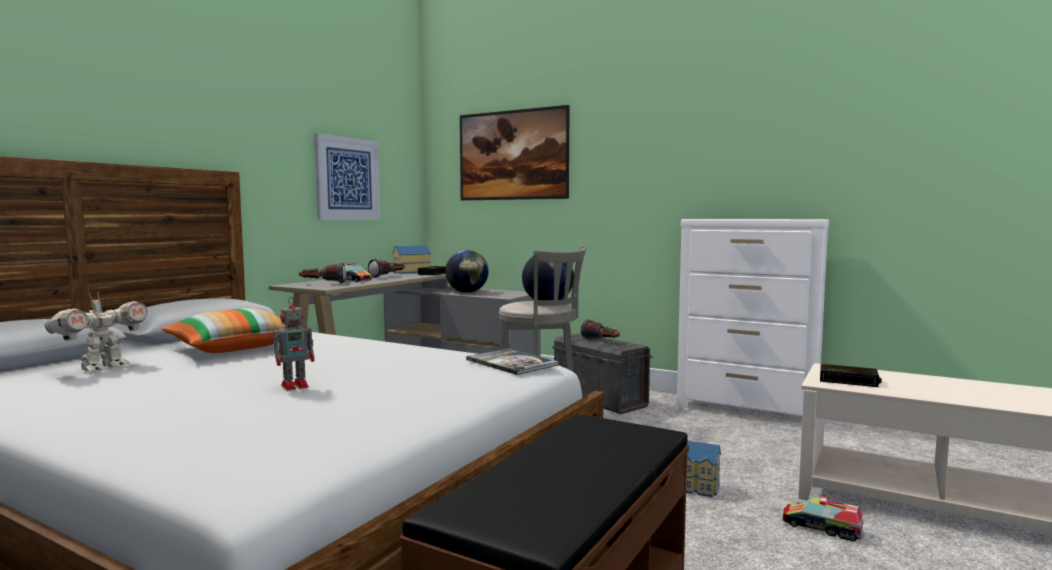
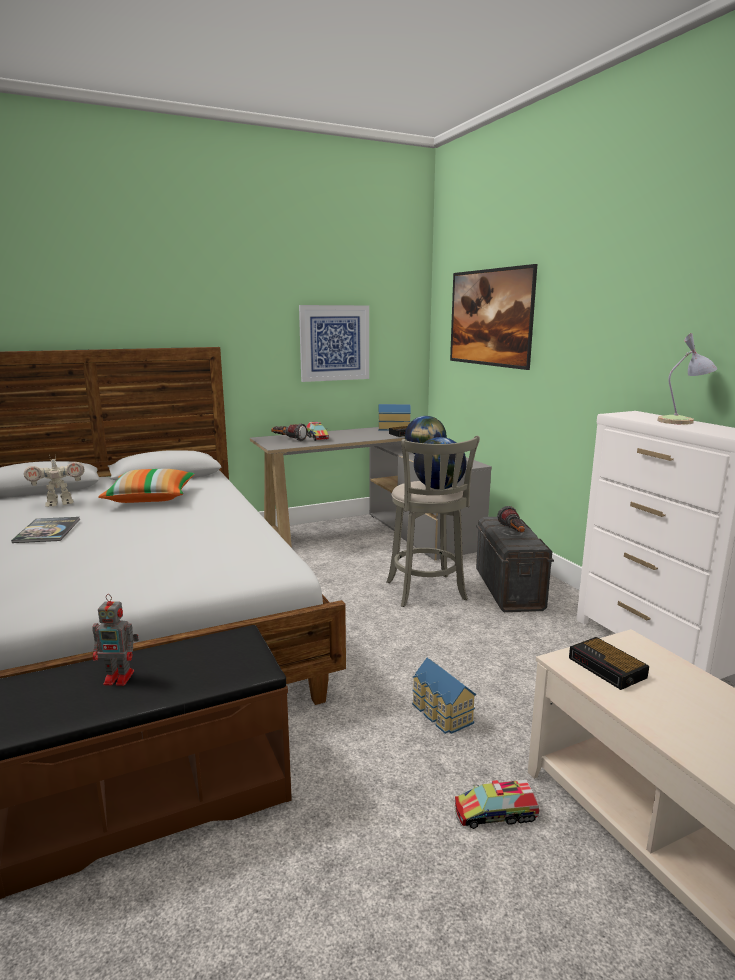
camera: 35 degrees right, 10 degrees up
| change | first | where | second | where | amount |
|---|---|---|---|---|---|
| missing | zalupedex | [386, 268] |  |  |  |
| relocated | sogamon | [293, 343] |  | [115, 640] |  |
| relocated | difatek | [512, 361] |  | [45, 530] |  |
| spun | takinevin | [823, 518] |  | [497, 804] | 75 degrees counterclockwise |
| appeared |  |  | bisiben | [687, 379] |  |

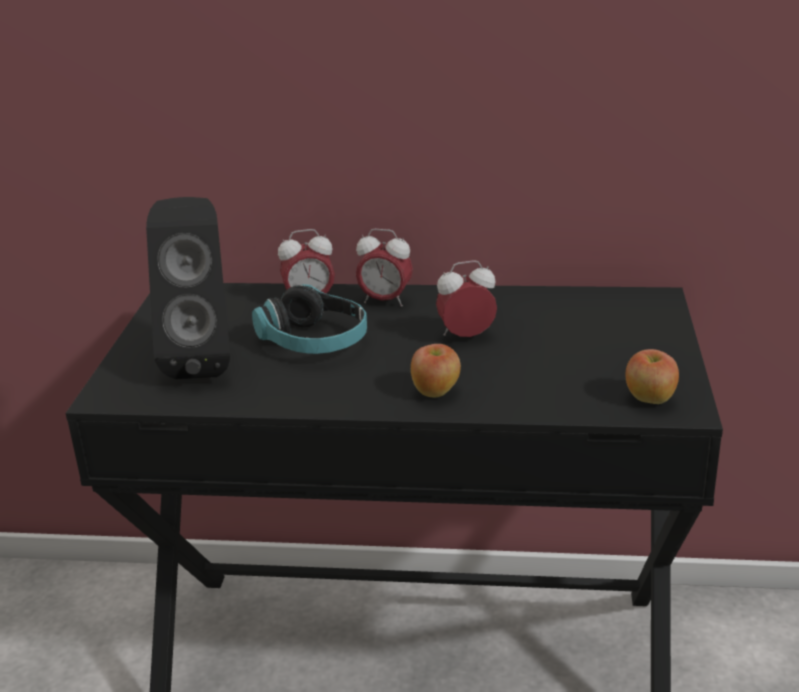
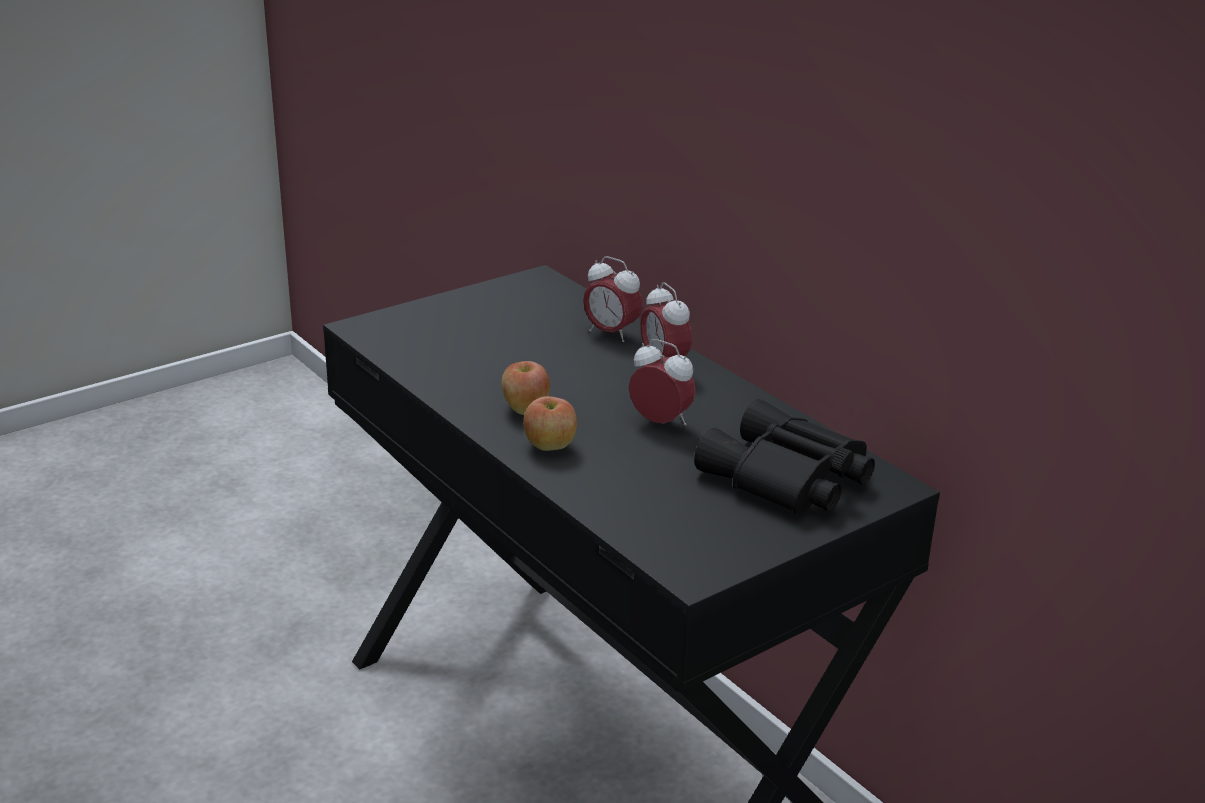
camera: 45 degrees right, 0 degrees up
| change | first | where | second | where | amount |
|---|---|---|---|---|---|
| missing | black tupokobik | [188, 288] |  |  |  |
| missing | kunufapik | [309, 319] |  |  |  |
| relocated | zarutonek | [652, 376] |  | [525, 388] |  |
| appeared |  |  | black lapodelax | [784, 457] |  |

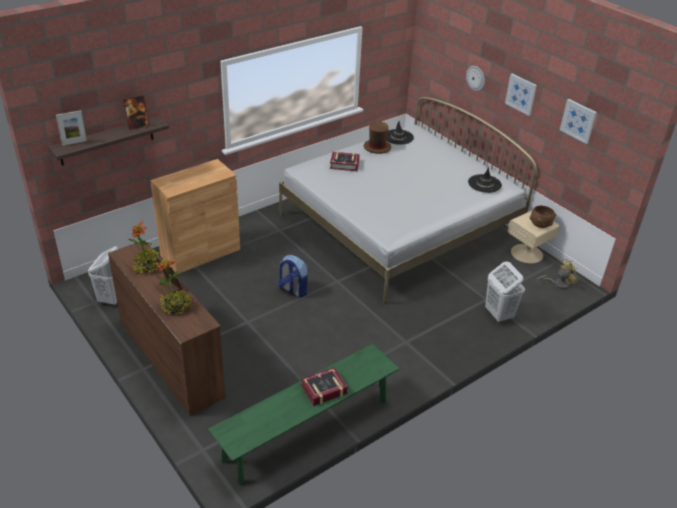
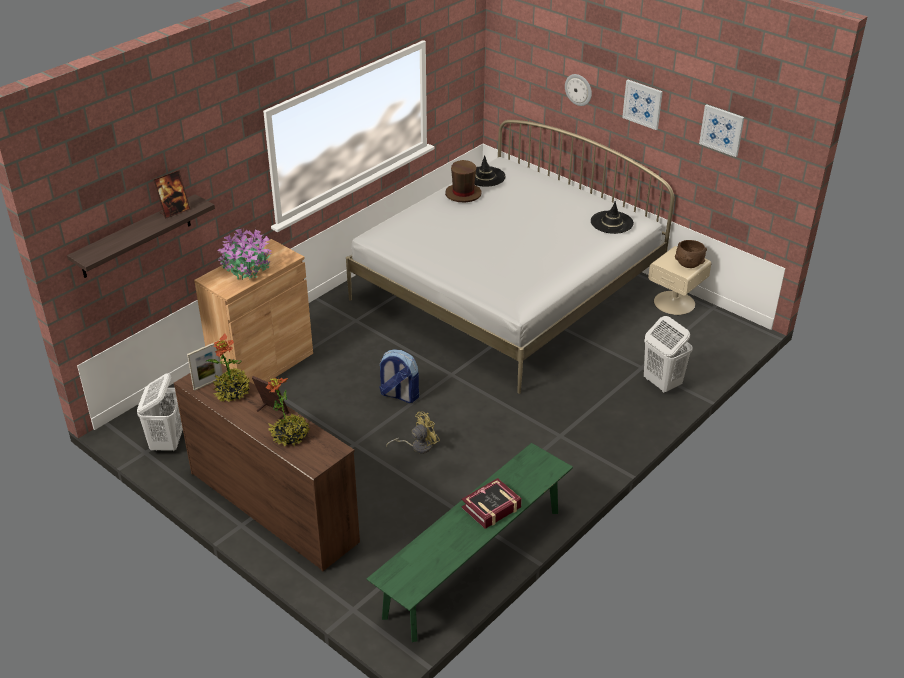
camera: 10 degrees left, 0 degrees up
| change | first | where | second | where | amount |
|---|---|---|---|---|---|
| relocated | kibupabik | [71, 128] |  | [205, 366] |  |
| missing | difatek | [345, 161] |  |  |  |
| relocated | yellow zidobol | [556, 274] |  | [413, 432] |  |
| appeared |  |  | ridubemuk | [245, 254] |  |

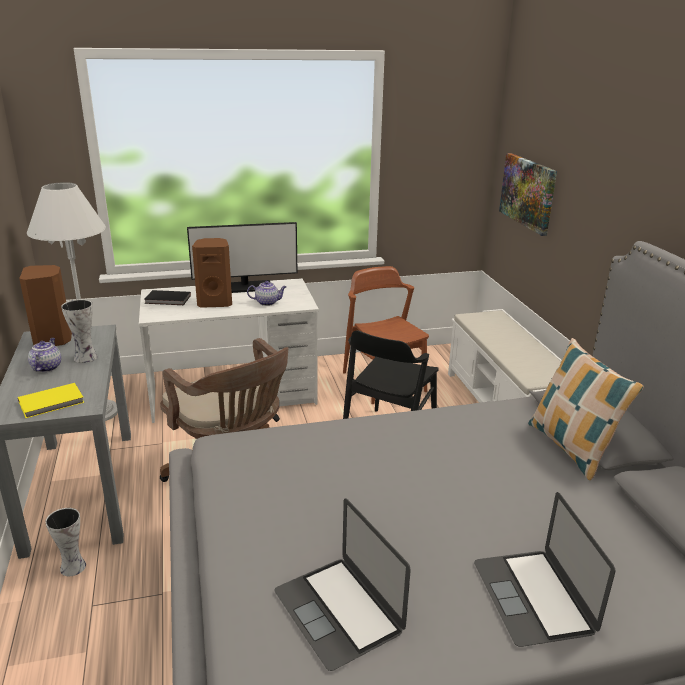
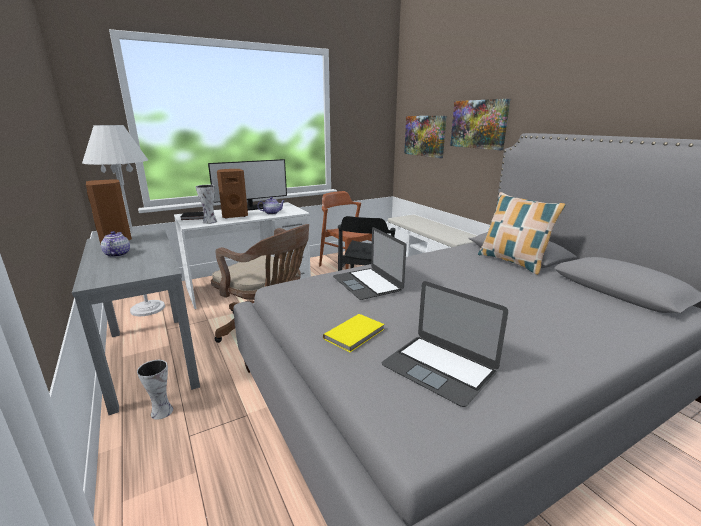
camera: 15 degrees left, 5 degrees down
| change | first | where | second | where | amount |
|---|---|---|---|---|---|
| relocated | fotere | [79, 331] |  | [206, 204] |  |
| relocated | yellow difatek | [51, 400] |  | [354, 333] |  |
| relocated | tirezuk | [544, 569] |  | [369, 263] |  |
| appeared |  |  | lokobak | [480, 124] |  |

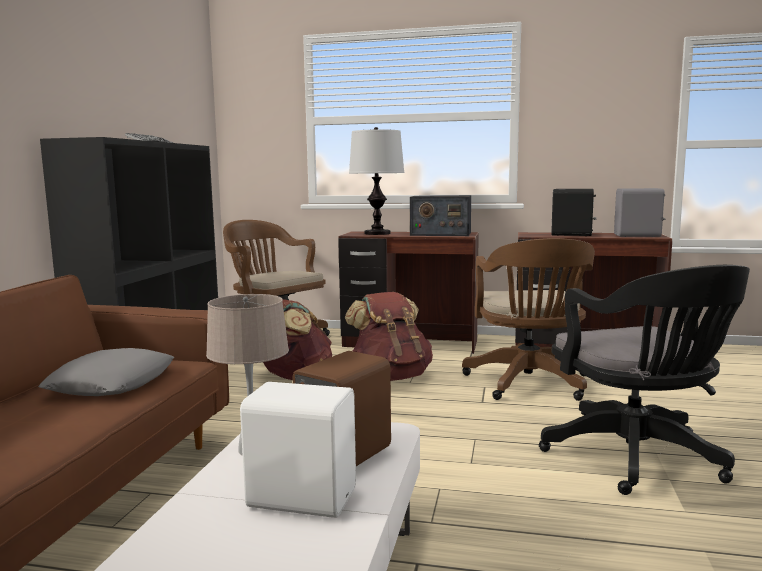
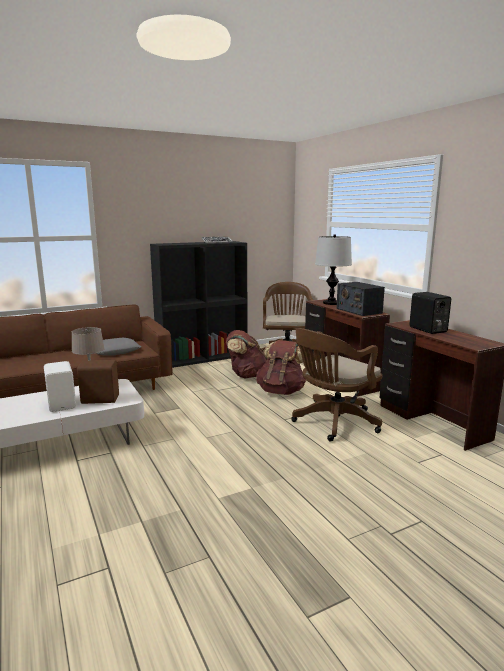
camera: 50 degrees right, 5 degrees up
| change | first | where | second | where | amount |
|---|---|---|---|---|---|
| missing | grey tupokobik | [639, 212] |  |  |  |
| missing | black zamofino | [644, 380] |  |  |  |

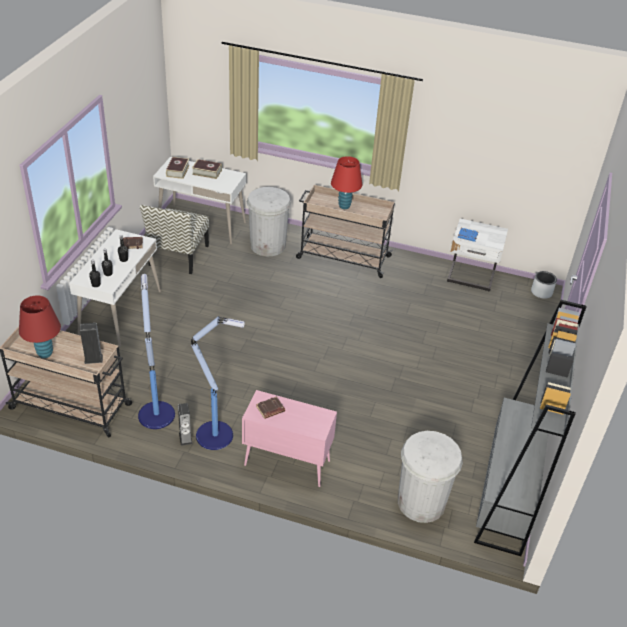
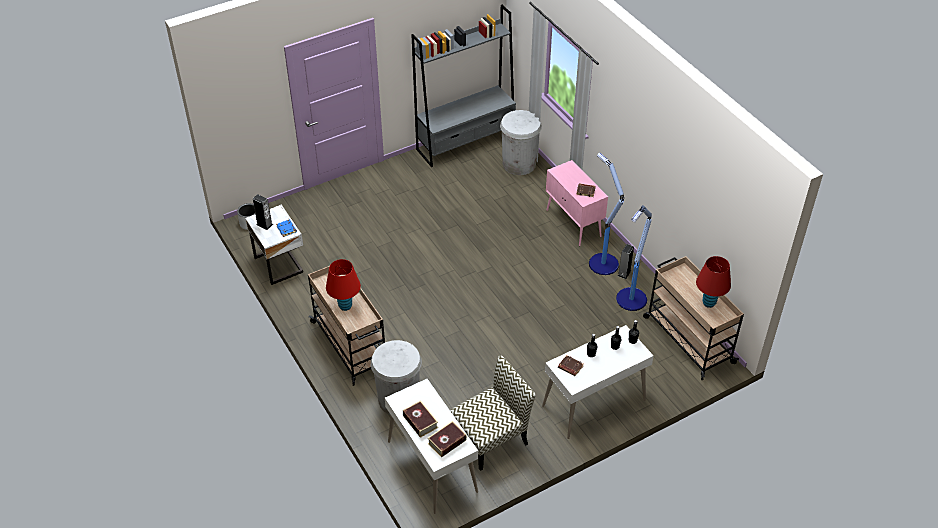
camera: 135 degrees left, 5 degrees up
| change | first | where | second | where | amount |
|---|---|---|---|---|---|
| relocated | tupokobik | [91, 343] |  | [263, 212] |  |

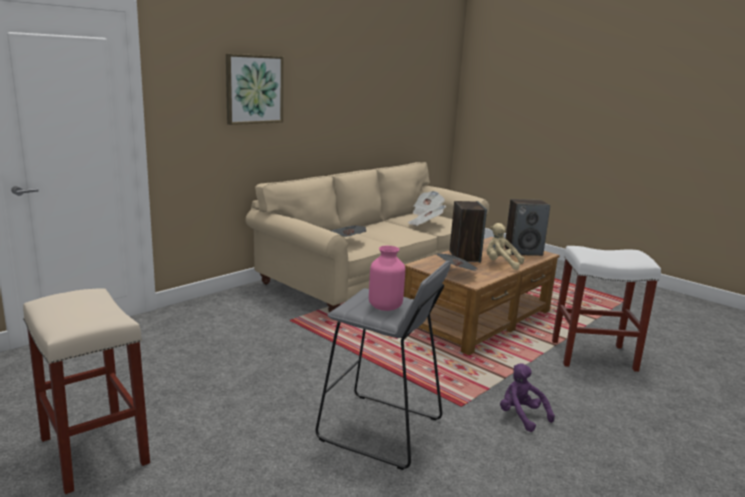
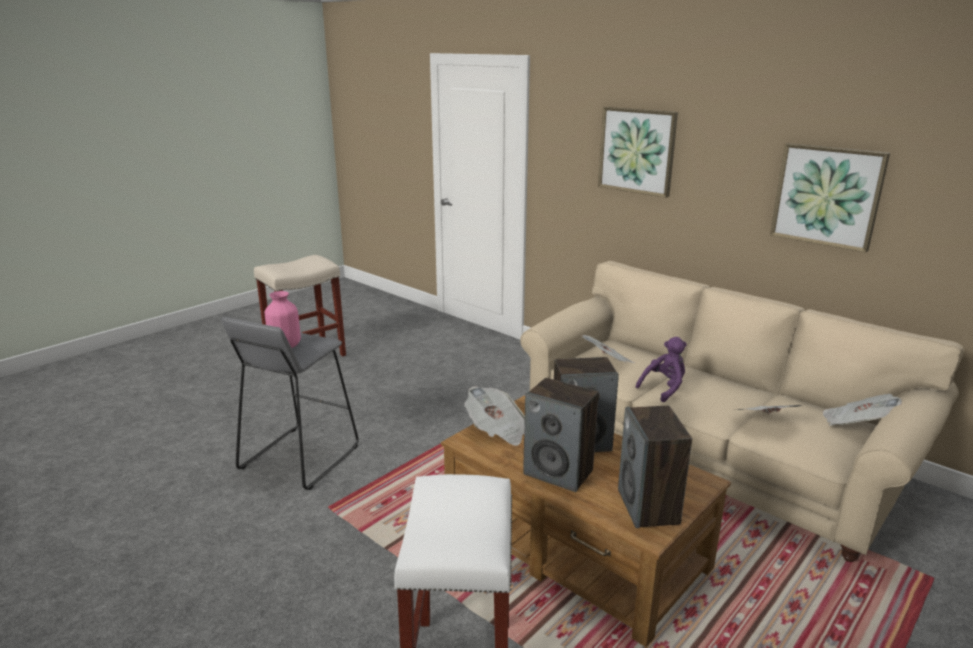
camera: 90 degrees right, 5 degrees up
| change | first | where | second | where | amount |
|---|---|---|---|---|---|
| exchanged | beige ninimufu | [505, 246] | tupokobik | [560, 435] |  |
| relocated | purple ninimufu | [527, 397] |  | [661, 369] |  |
| appeared |  |  | lokobak | [830, 198] |  |

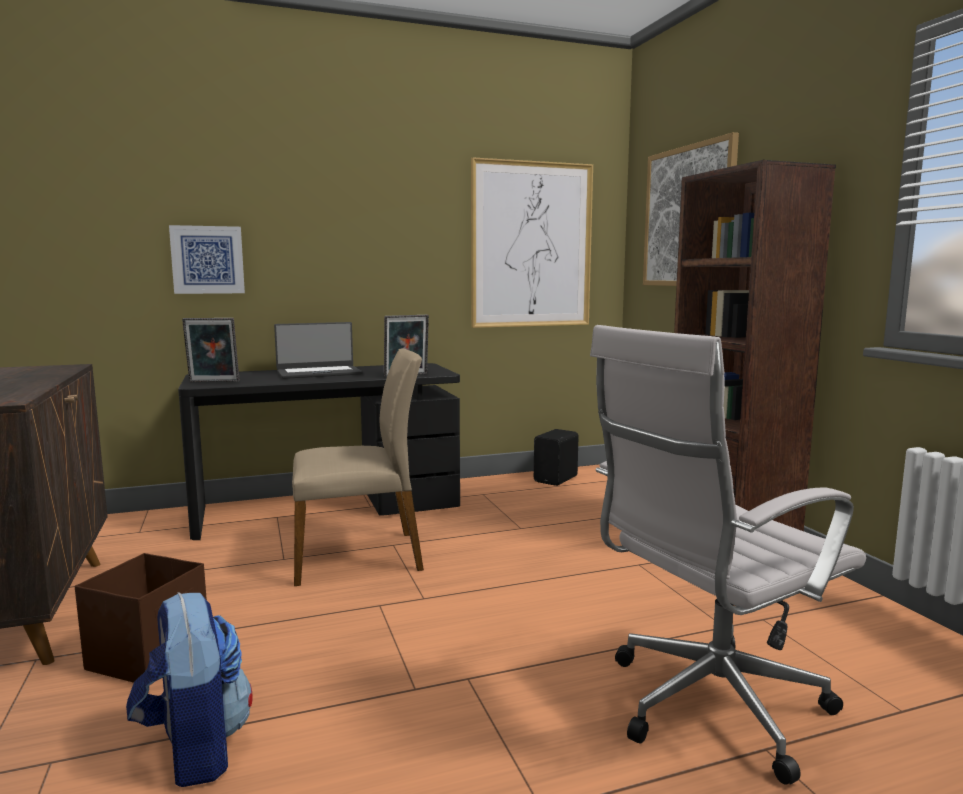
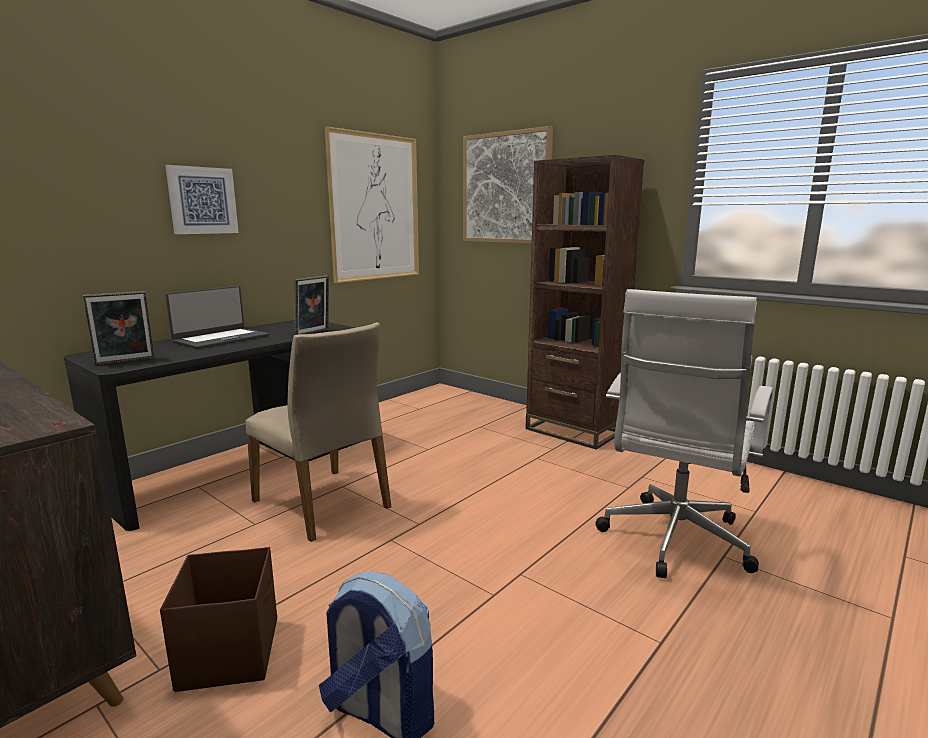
camera: 30 degrees left, 5 degrees up
| change | first | where | second | where | amount |
|---|---|---|---|---|---|
| relocated | lokobak | [207, 259] |  | [202, 199] |  |
| spun | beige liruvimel | [358, 467] |  | [318, 432] | 90 degrees clockwise |
| missing | black tupokobik | [556, 457] |  |  |  |

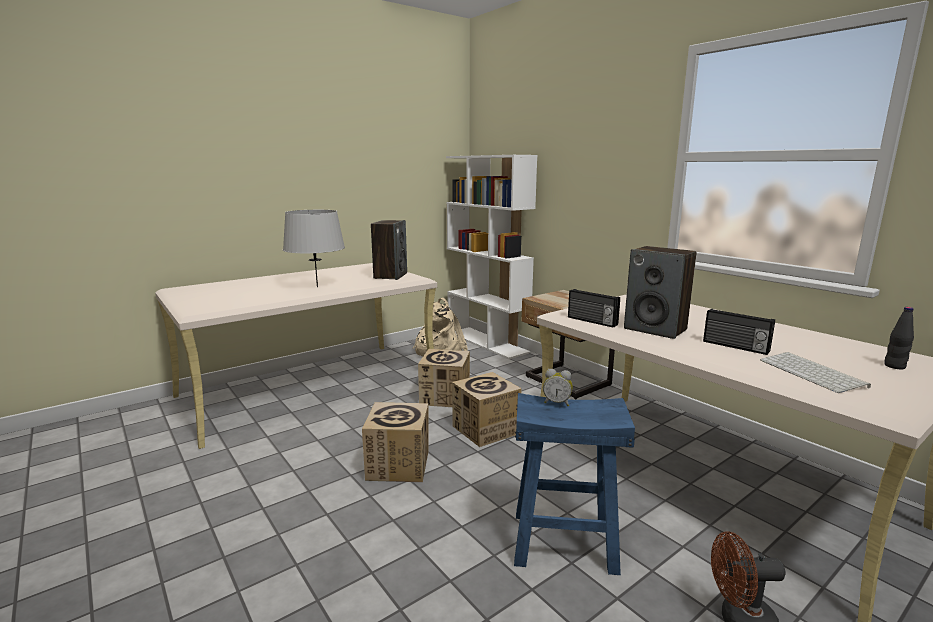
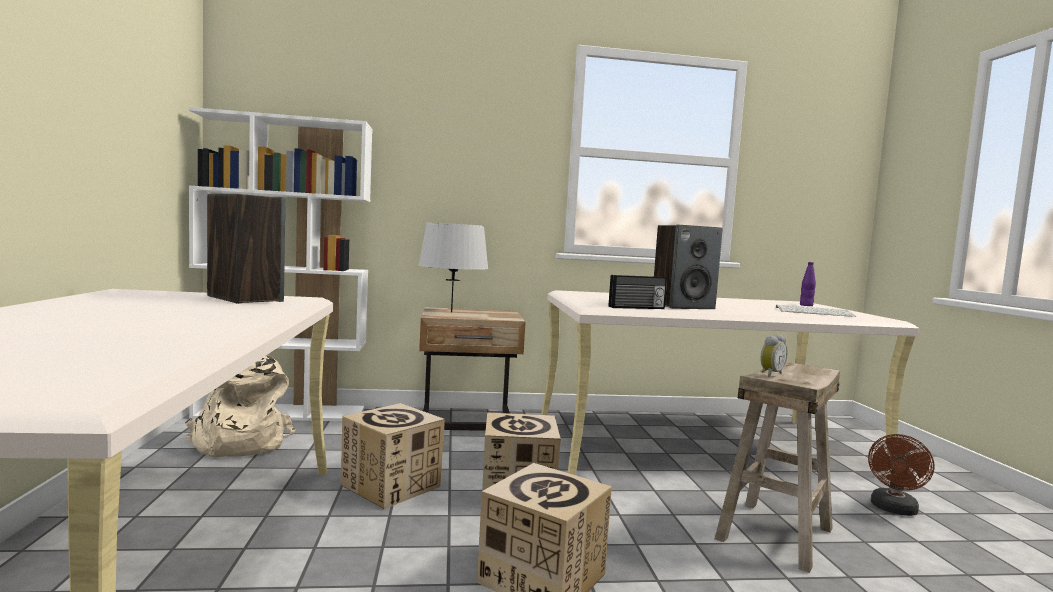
camera: 60 degrees left, 10 degrees down
| change | first | where | second | where | amount |
|---|---|---|---|---|---|
| relocated | grey bisiben | [314, 248] |  | [453, 267] |  |
| colour | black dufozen | [899, 338] | purple dufozen | [808, 284] |  |
| missing | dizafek | [739, 332] |  |  |  |
| colour | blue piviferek | [574, 484] | beige piviferek | [777, 467] |  |

